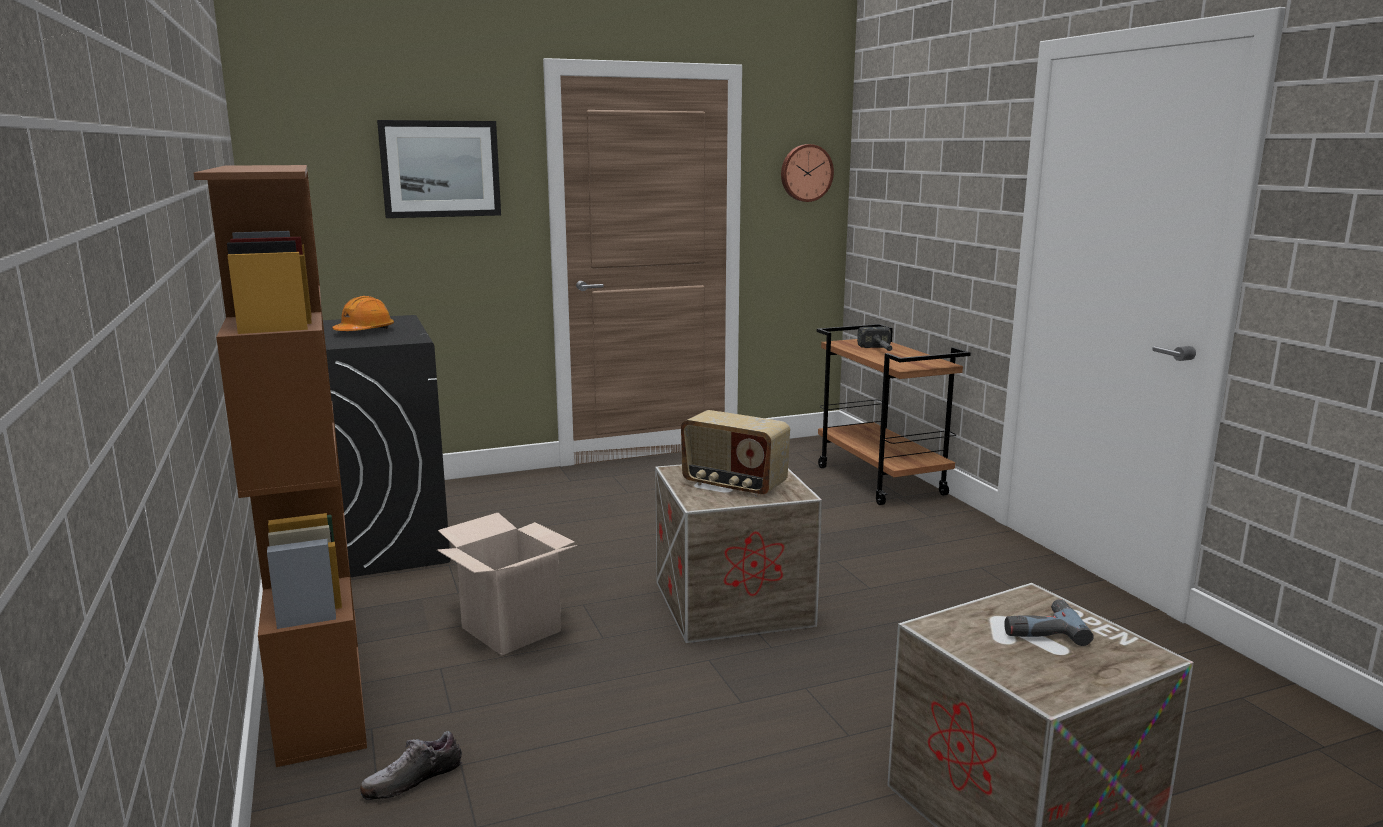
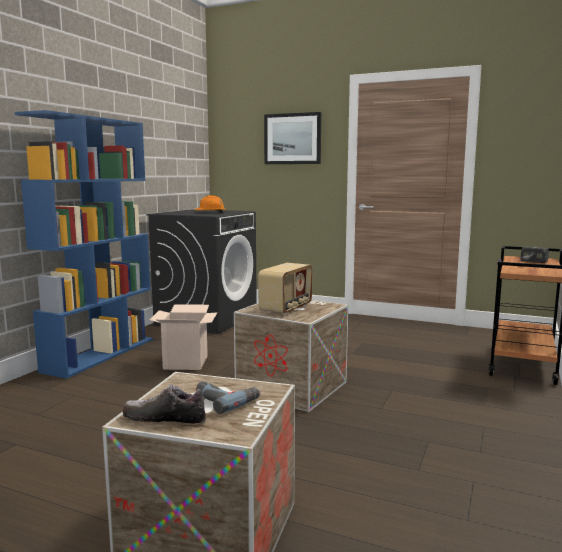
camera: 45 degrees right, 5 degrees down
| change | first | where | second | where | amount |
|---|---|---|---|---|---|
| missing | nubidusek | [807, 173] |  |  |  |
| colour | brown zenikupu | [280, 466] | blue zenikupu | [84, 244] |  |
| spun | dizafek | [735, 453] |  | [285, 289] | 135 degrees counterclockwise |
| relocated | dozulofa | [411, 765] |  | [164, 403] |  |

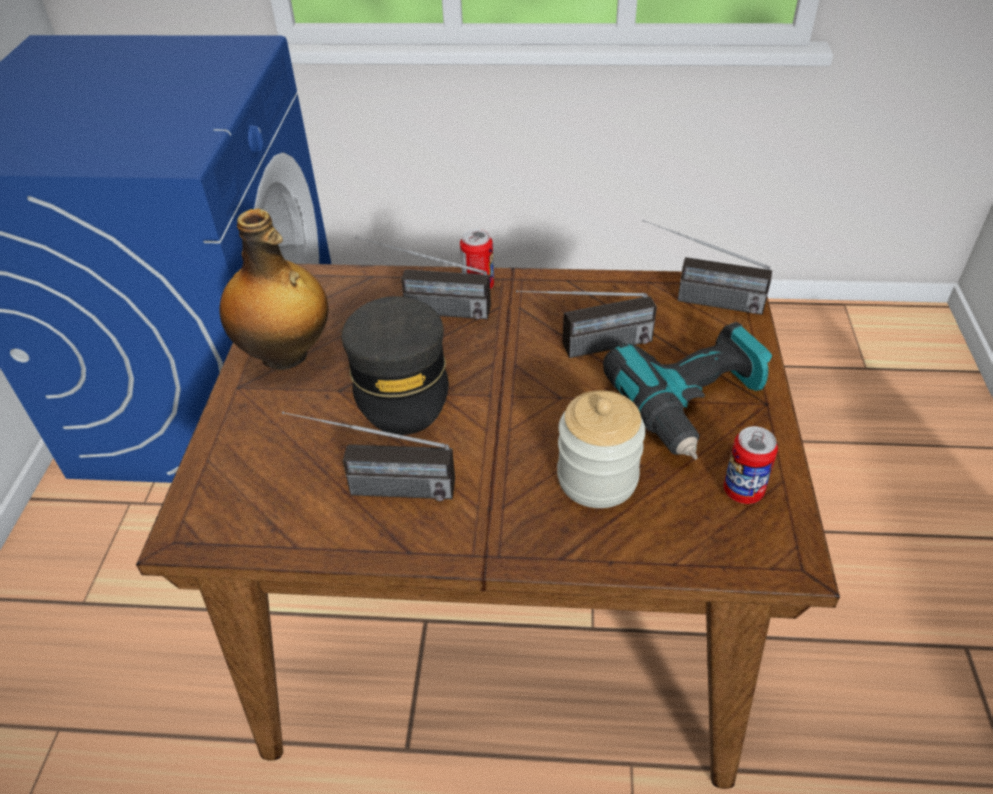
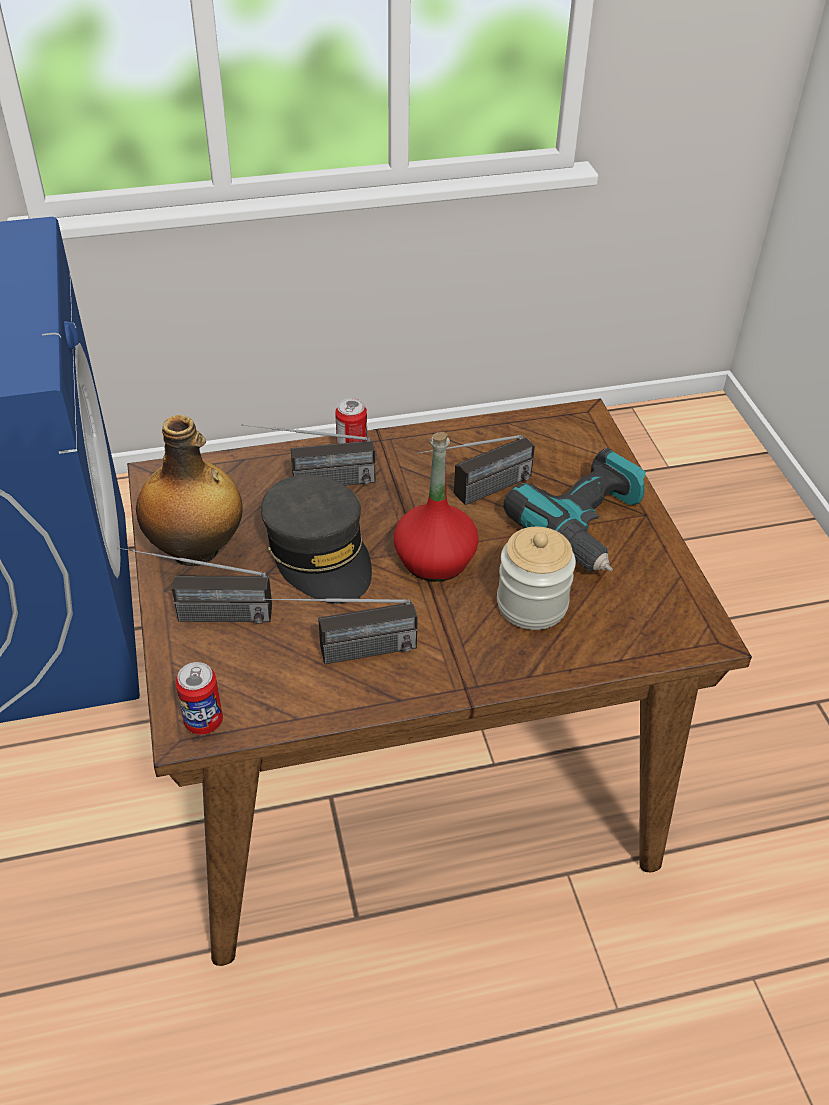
camera: 20 degrees left, 0 degrees up
| change | first | where | second | where | amount |
|---|---|---|---|---|---|
| relocated | dizafek | [707, 267] |  | [194, 585] |  |
| relocated | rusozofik | [751, 465] |  | [199, 698] |  |
| appeared |  |  | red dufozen | [436, 507] |  |

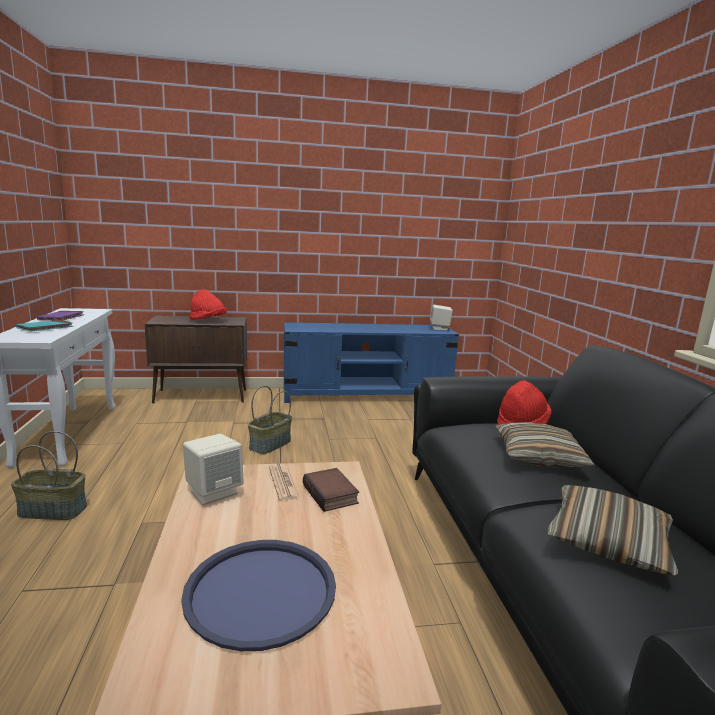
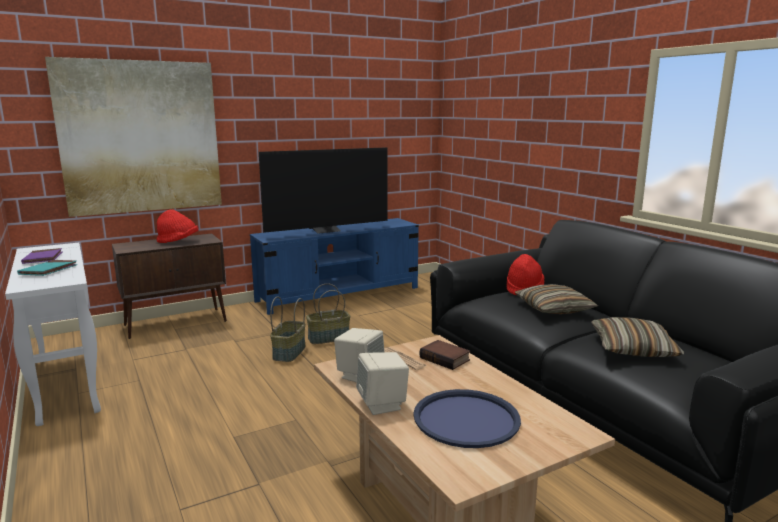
camera: 20 degrees left, 0 degrees up
| change | first | where | second | where | amount |
|---|---|---|---|---|---|
| relocated | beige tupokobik | [441, 317] |  | [382, 383] |  |
| relocated | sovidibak | [49, 475] |  | [328, 313] |  |
| appeared |  |  | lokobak | [133, 137] |  |
| appeared |  |  | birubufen | [323, 190] |  |

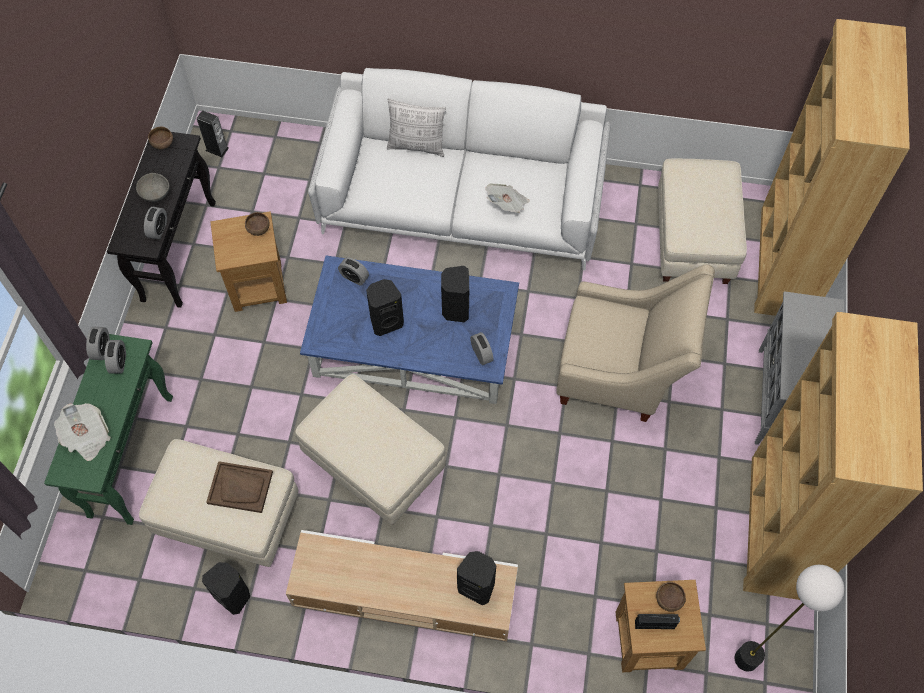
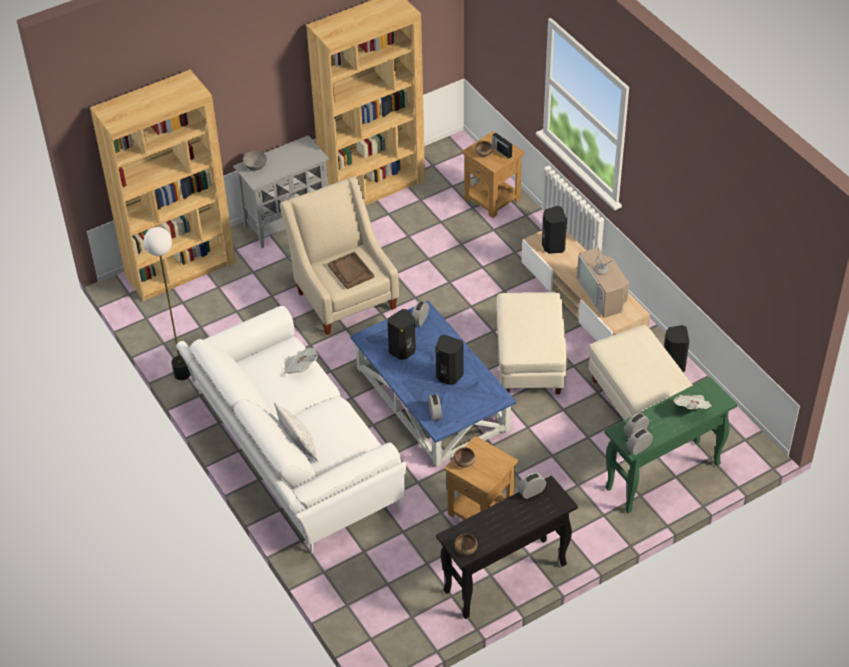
camera: 130 degrees left, 15 degrees down
| change | first | where | second | where | amount |
|---|---|---|---|---|---|
| missing | tupokobik | [213, 133] |  |  |  |
| missing | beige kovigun | [702, 221] |  |  |  |
| relocated | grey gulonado | [153, 187] |  | [255, 161] |  |
| relocated | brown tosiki | [239, 487] |  | [351, 270] |  |
| relocated | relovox | [789, 618] |  | [167, 303] |  |
| appeared |  |  | birubufen | [603, 276] |  |

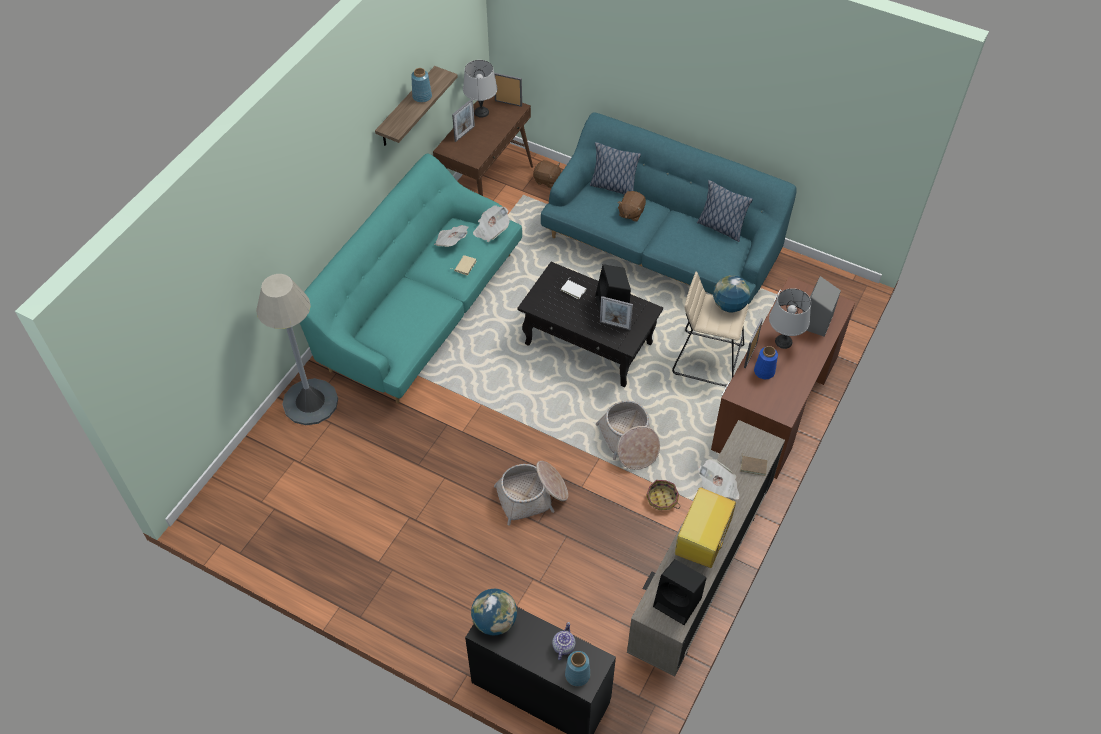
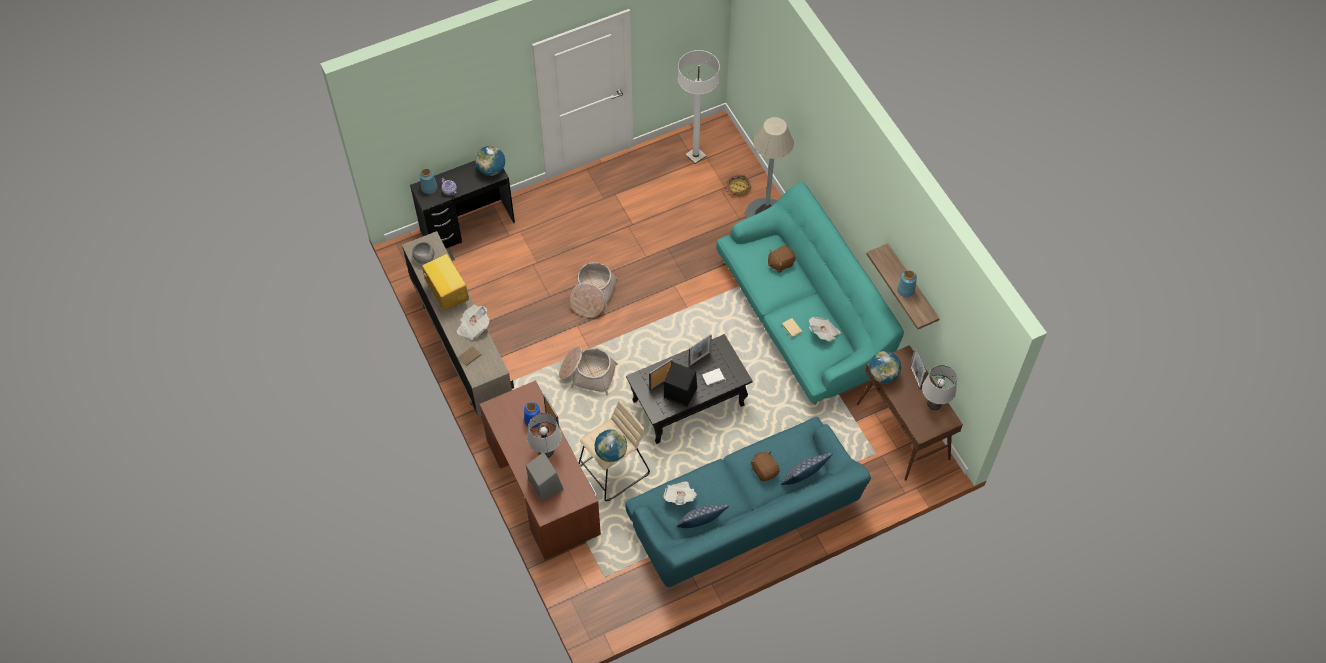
camera: 125 degrees right, 5 degrees up
| change | first | where | second | where | amount |
|---|---|---|---|---|---|
| relocated | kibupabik | [508, 90] |  | [700, 350] |  |
| relocated | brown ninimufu | [547, 174] |  | [782, 259] |  |
| relocated | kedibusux | [491, 223] |  | [680, 493] |  |
| relocated | sovidibak | [663, 495] |  | [738, 185] |  |
| exchanged | black tupokobik | [679, 592] | grey gulonado | [423, 253] |  |
| appeared |  |  | white relovox | [699, 107] |  |
| appeared |  |  | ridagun | [885, 367] |  |

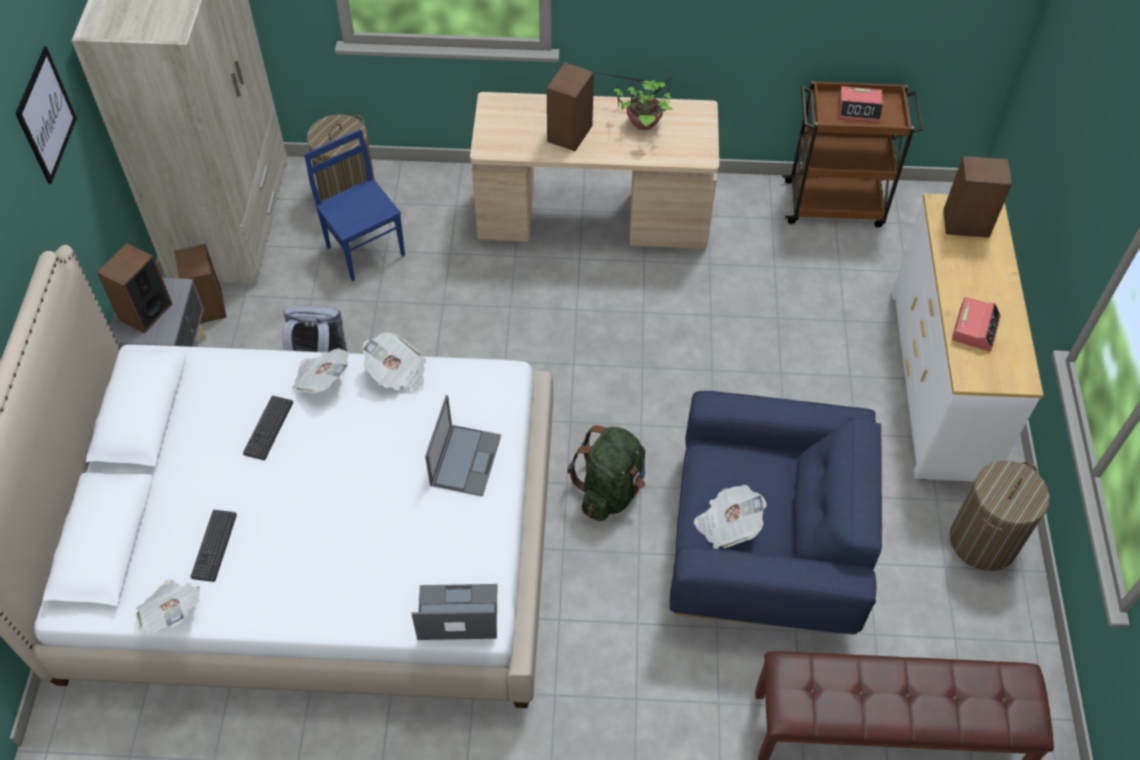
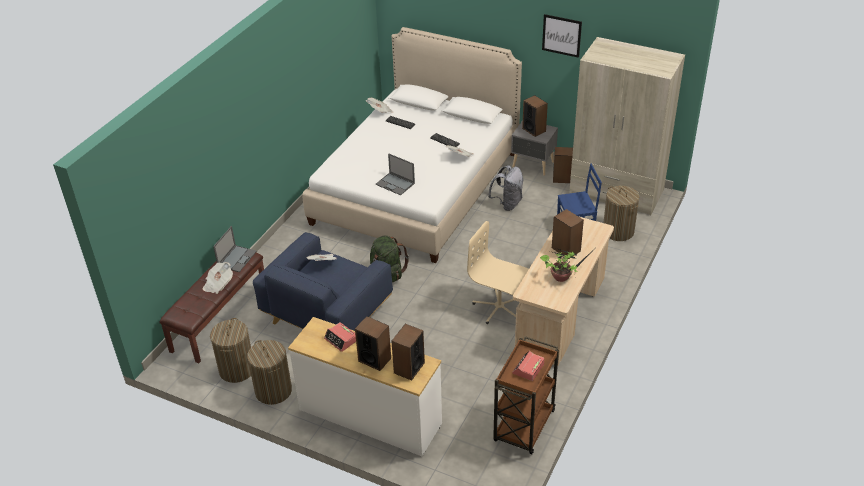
camera: 115 degrees right, 15 degrees down
| change | first | where | second | where | amount |
|---|---|---|---|---|---|
| relocated | kedibusux | [394, 362] |  | [218, 278] |  |
| relocated | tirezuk | [454, 612] |  | [235, 249] |  |
| appeared |  |  | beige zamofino | [498, 272] |  |
| appeared |  |  | tupokobik | [373, 343] |  |
| appeared |  |  | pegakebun | [230, 350] |  |

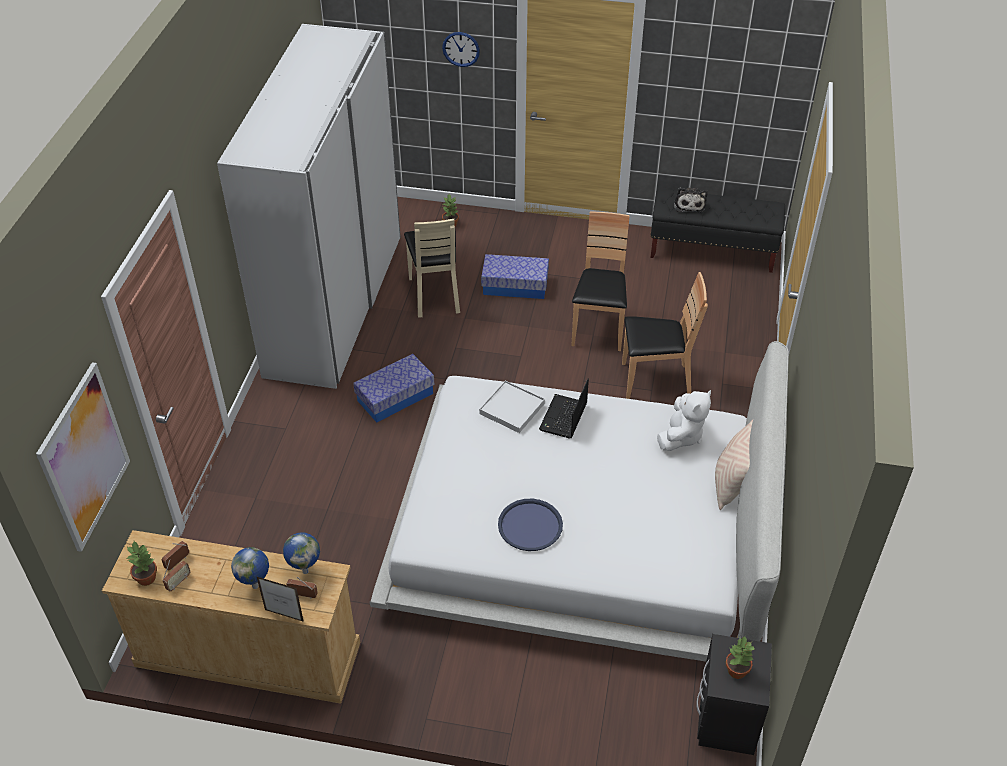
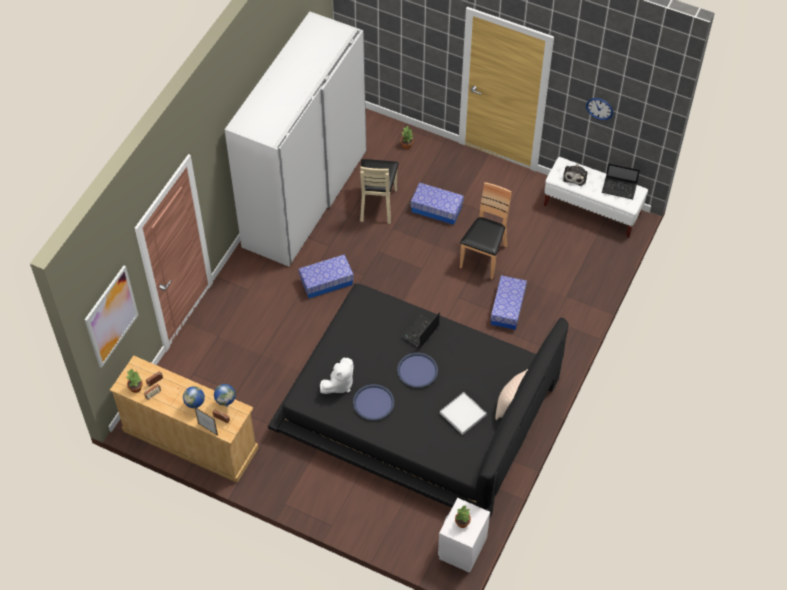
camera: 15 degrees right, 10 degrees up
| change | first | where | second | where | amount |
|---|---|---|---|---|---|
| relocated | nubidusek | [461, 49] |  | [599, 109] |  |
| colour | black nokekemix | [717, 231] | white nokekemix | [596, 197] |  |
| exchanged | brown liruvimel | [665, 335] | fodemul | [508, 302] |  |
| colour | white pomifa | [579, 501] | black pomifa | [418, 401] |  |
| relocated | white tosiki | [512, 407] |  | [463, 413] |  |
| relocated | white ninimufu | [684, 420] |  | [337, 376] |  |
| colour | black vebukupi | [734, 694] | white vebukupi | [464, 535] |  |
| appeared |  |  | tirezuk | [621, 181] |  |
| appeared |  |  | blue tosiki | [417, 370] |  |

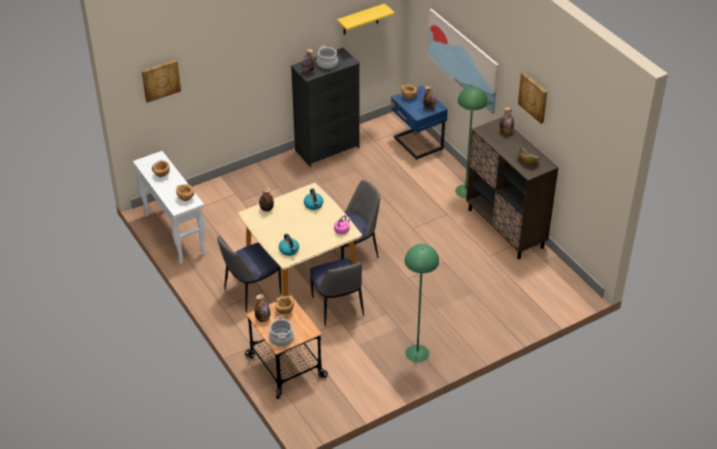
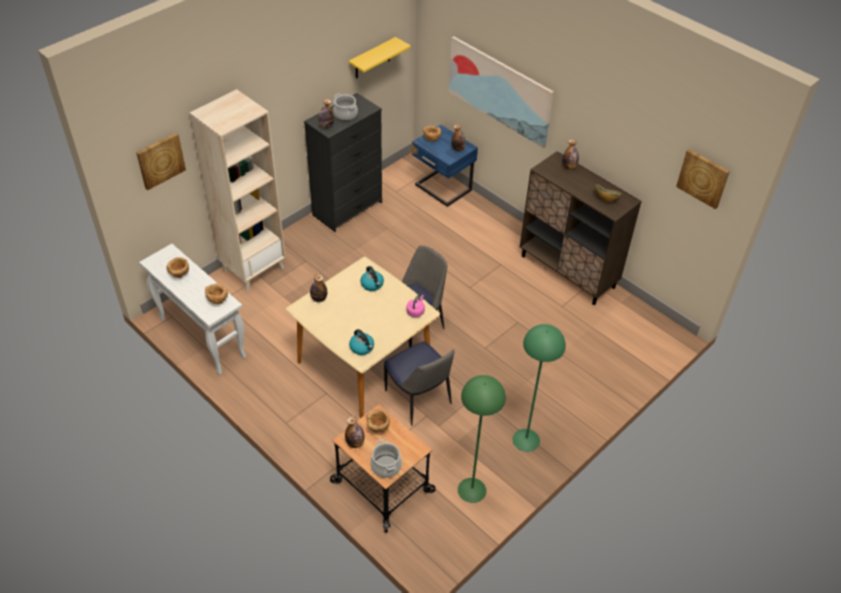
camera: 15 degrees left, 5 degrees up
| change | first | where | second | where | amount |
|---|---|---|---|---|---|
| relocated | lokobak | [532, 98] |  | [703, 179] |  |
| relocated | green relovox | [471, 142] |  | [482, 439] |  |
| missing | liruvimel | [249, 273] |  |  |  |
| appeared |  |  | beige zenikupu | [237, 190] |  |

